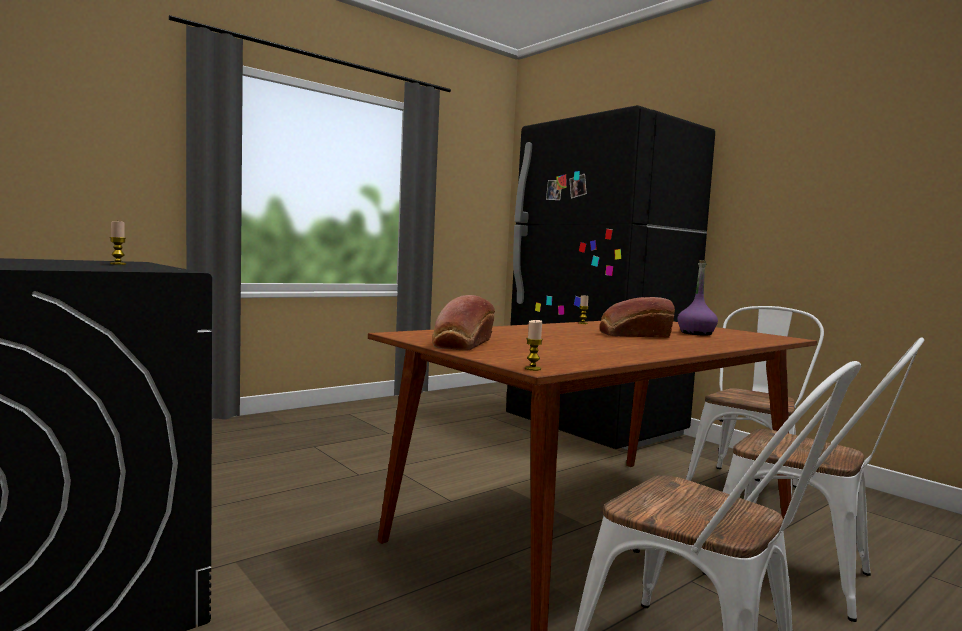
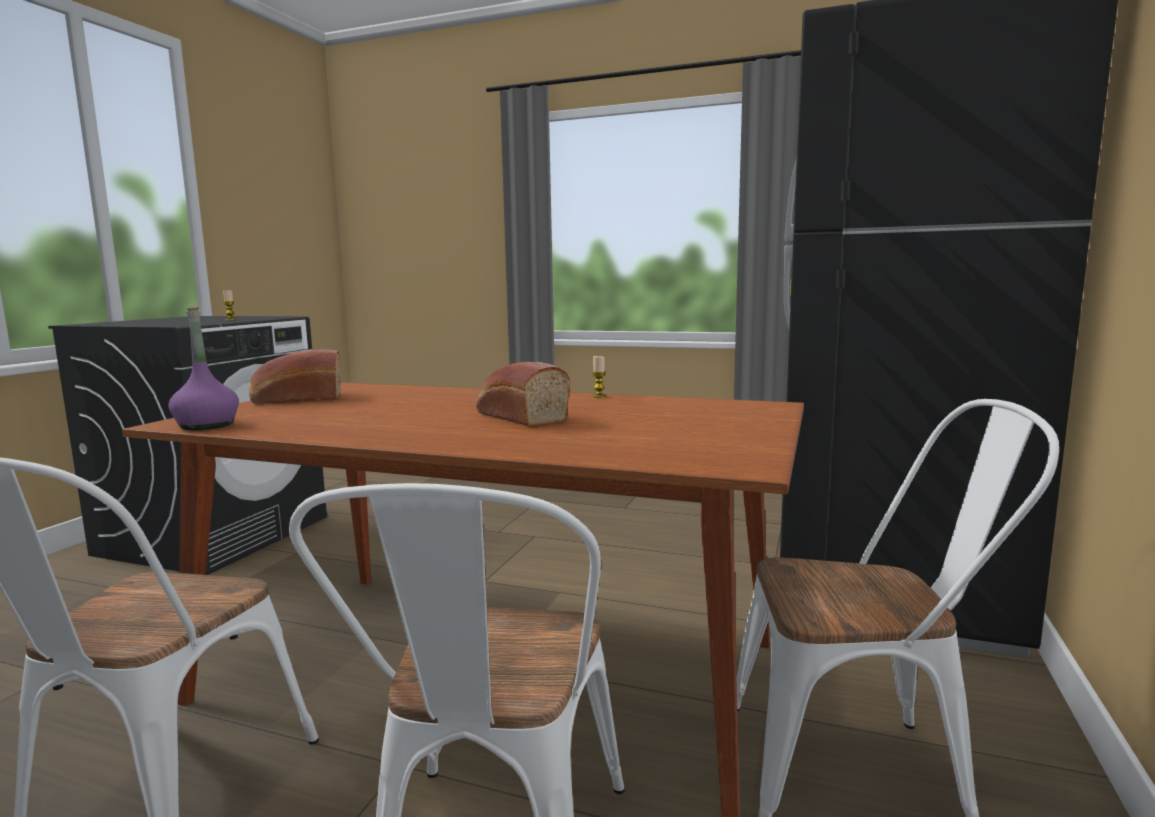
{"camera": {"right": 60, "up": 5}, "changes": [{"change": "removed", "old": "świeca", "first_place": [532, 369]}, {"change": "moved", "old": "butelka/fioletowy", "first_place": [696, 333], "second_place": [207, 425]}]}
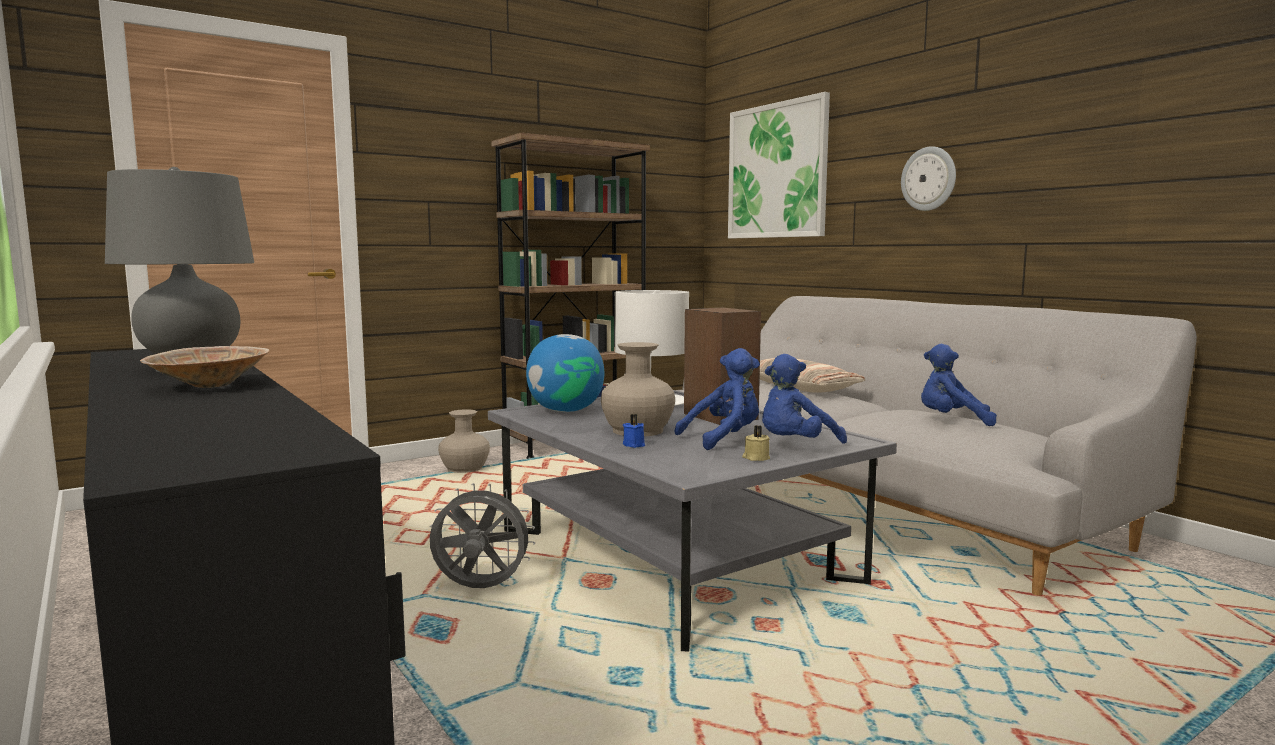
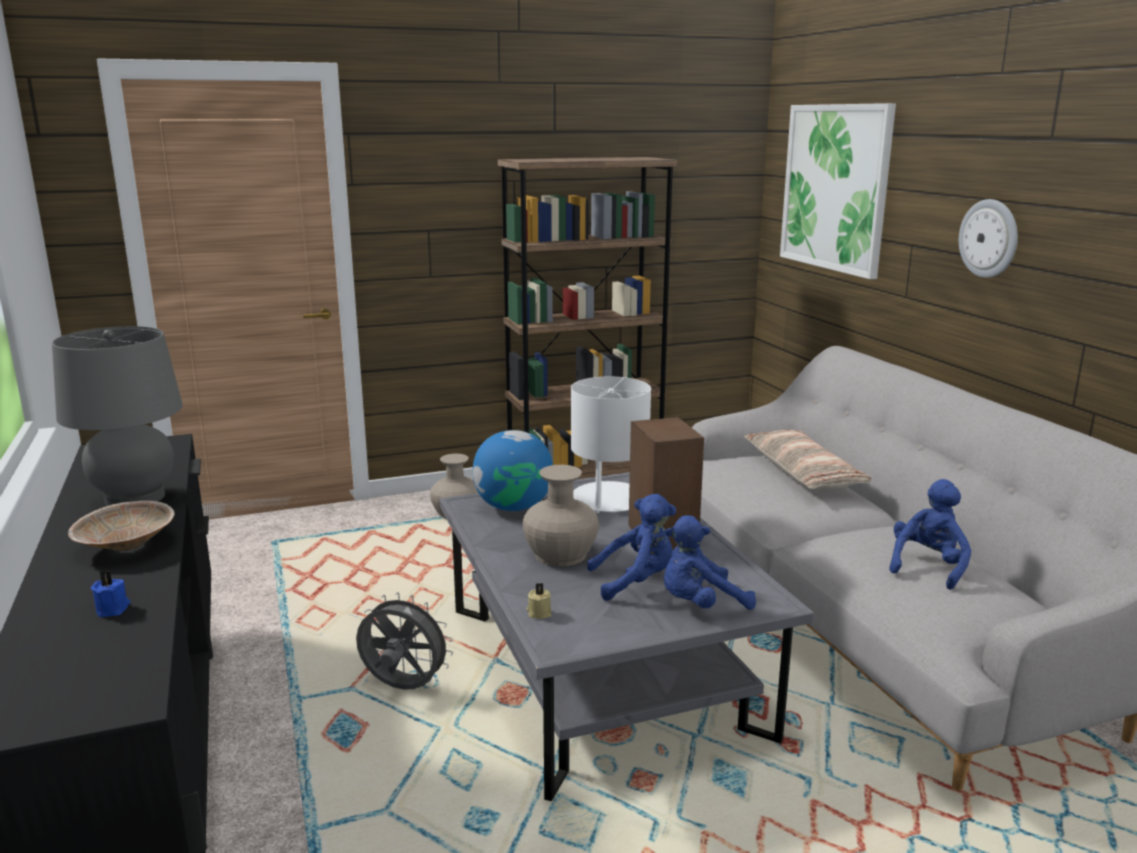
{"camera": {"right": 15, "up": 10}, "changes": [{"change": "moved", "old": "świeca/niebieski", "first_place": [634, 444], "second_place": [113, 609]}, {"change": "moved", "old": "świeca/beżowy", "first_place": [755, 458], "second_place": [539, 613]}, {"change": "turned", "old": "pluszak/niebieski", "first_place": [951, 421], "second_place": [928, 566], "degrees": 90}]}
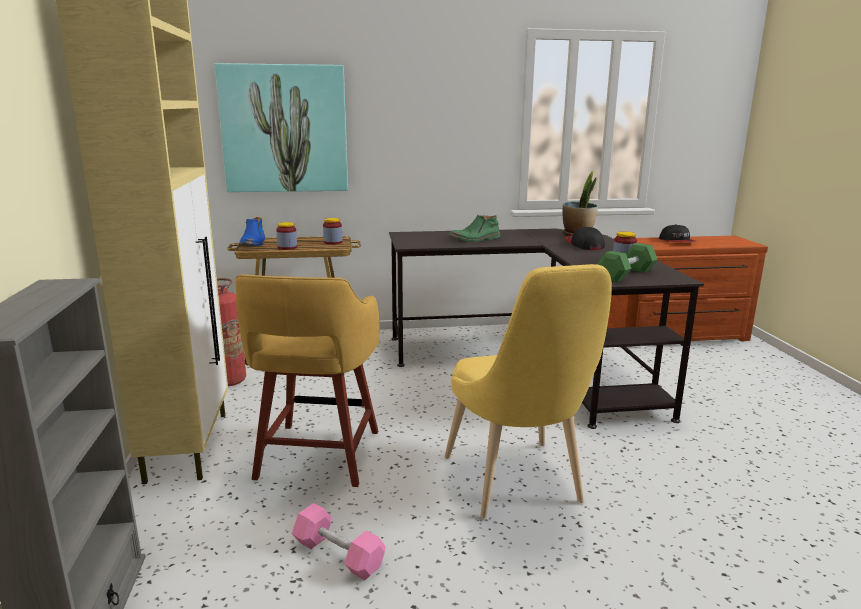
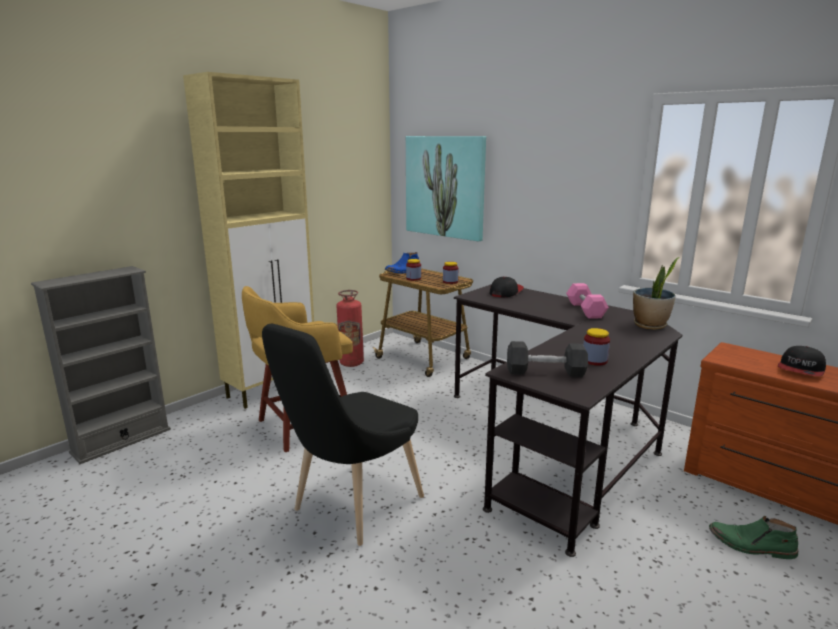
{"camera": {"right": 50, "up": 0}, "changes": [{"change": "moved", "old": "hantel/różowy", "first_place": [338, 555], "second_place": [585, 310]}, {"change": "moved", "old": "but z cholewką/zielony", "first_place": [475, 239], "second_place": [751, 546]}, {"change": "moved", "old": "czapka z daszkiem", "first_place": [584, 244], "second_place": [505, 292]}, {"change": "recoloured", "old": "krzesło/żółty", "new": "krzesło/czarny", "first_place": [516, 485], "second_place": [352, 507]}, {"change": "recoloured", "old": "hantel/zielony", "new": "hantel/czarny", "first_place": [626, 274], "second_place": [545, 372]}]}
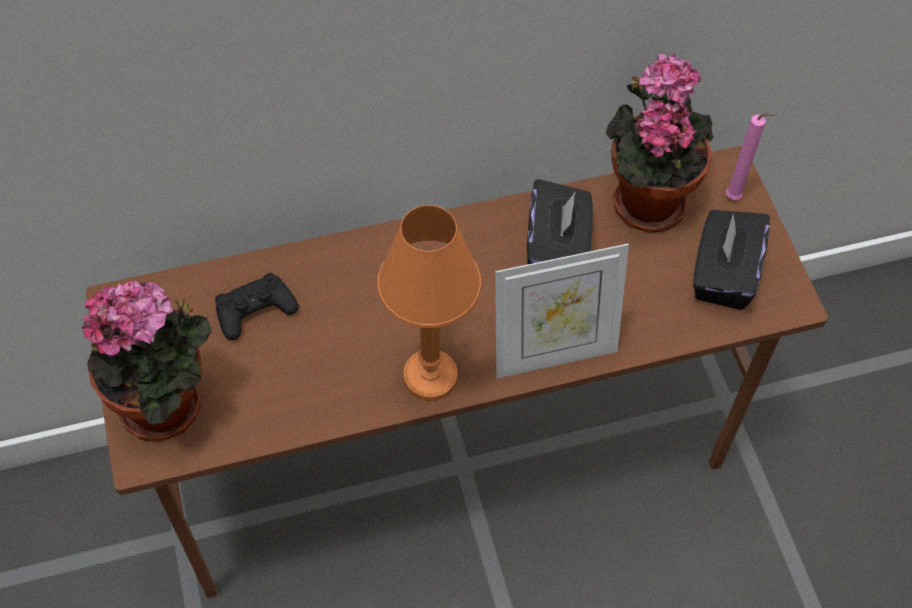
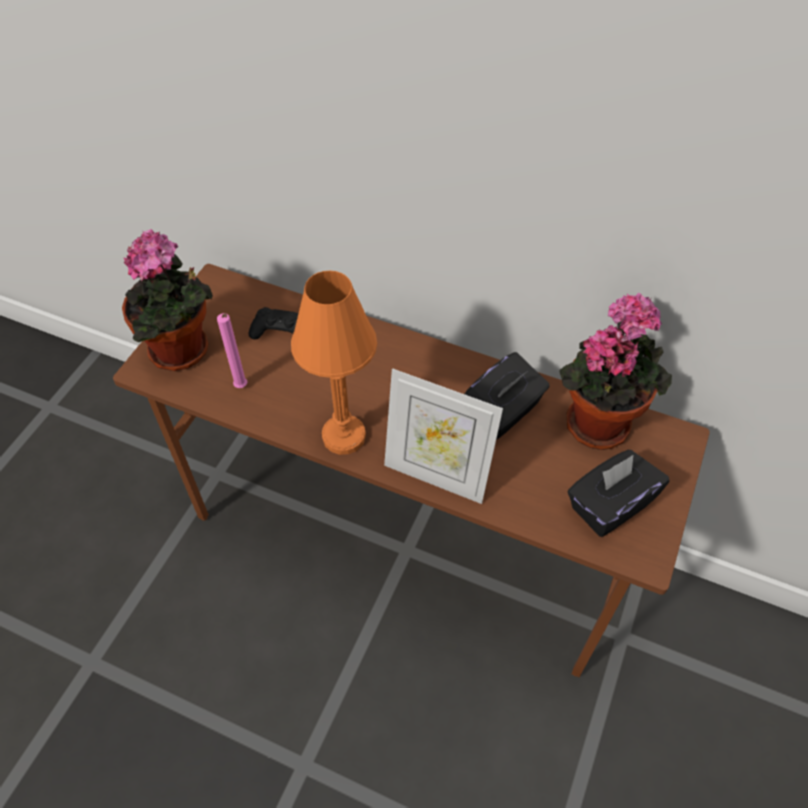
{"camera": {"right": 40, "up": -5}, "changes": [{"change": "moved", "old": "świeca/różowy", "first_place": [735, 198], "second_place": [242, 388]}]}
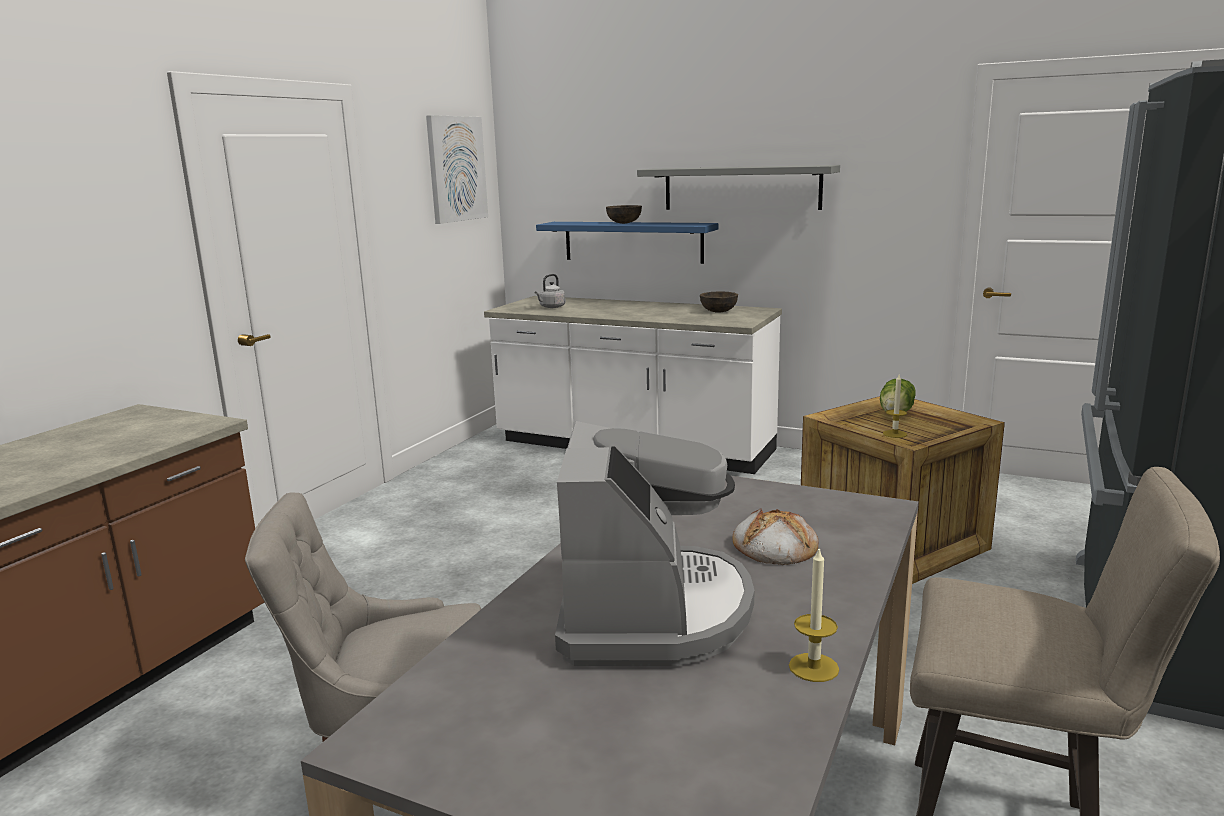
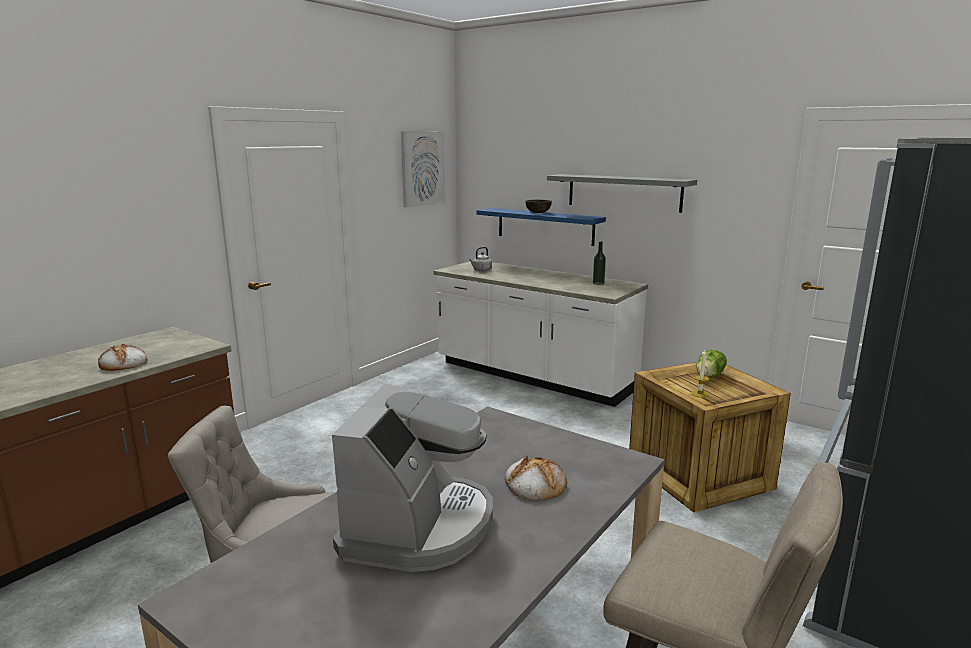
{"camera": {"right": 10, "up": 0}, "changes": [{"change": "removed", "old": "świeca", "first_place": [813, 667]}, {"change": "added", "new": "chleb", "second_place": [123, 364]}, {"change": "replaced", "old": "miska/brązowy", "new": "butelka", "first_place": [718, 311], "second_place": [598, 283]}]}
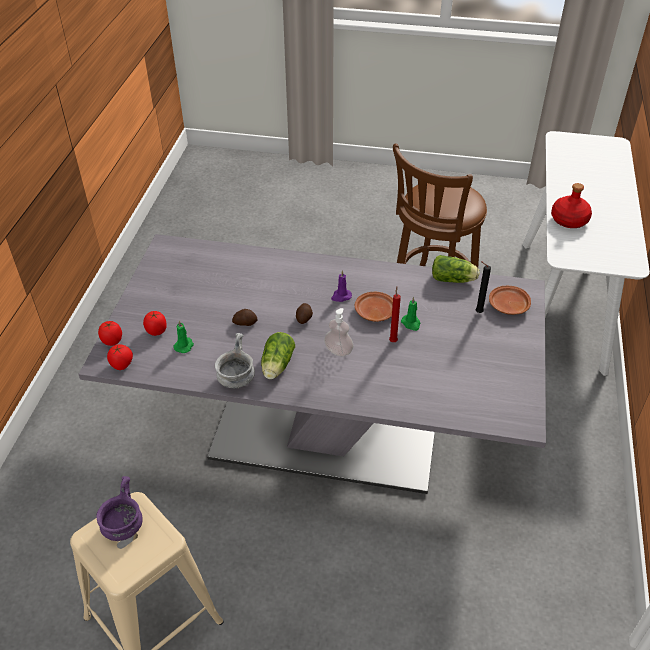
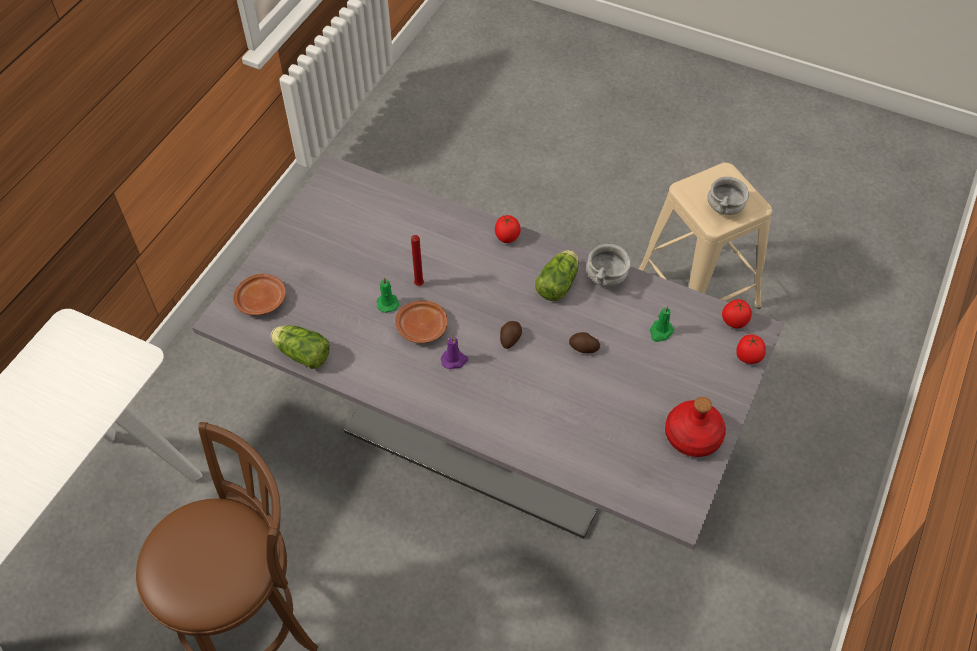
{"camera": {"right": -165, "up": 10}, "changes": [{"change": "removed", "old": "dozownik mydła", "first_place": [338, 351]}, {"change": "removed", "old": "świeca/czarny", "first_place": [477, 312]}, {"change": "moved", "old": "pomidor", "first_place": [157, 331], "second_place": [507, 238]}, {"change": "moved", "old": "butelka/czerwony", "first_place": [568, 220], "second_place": [693, 436]}, {"change": "recoloured", "old": "miska/fioletowy", "new": "miska/szary", "first_place": [123, 526], "second_place": [725, 208]}]}
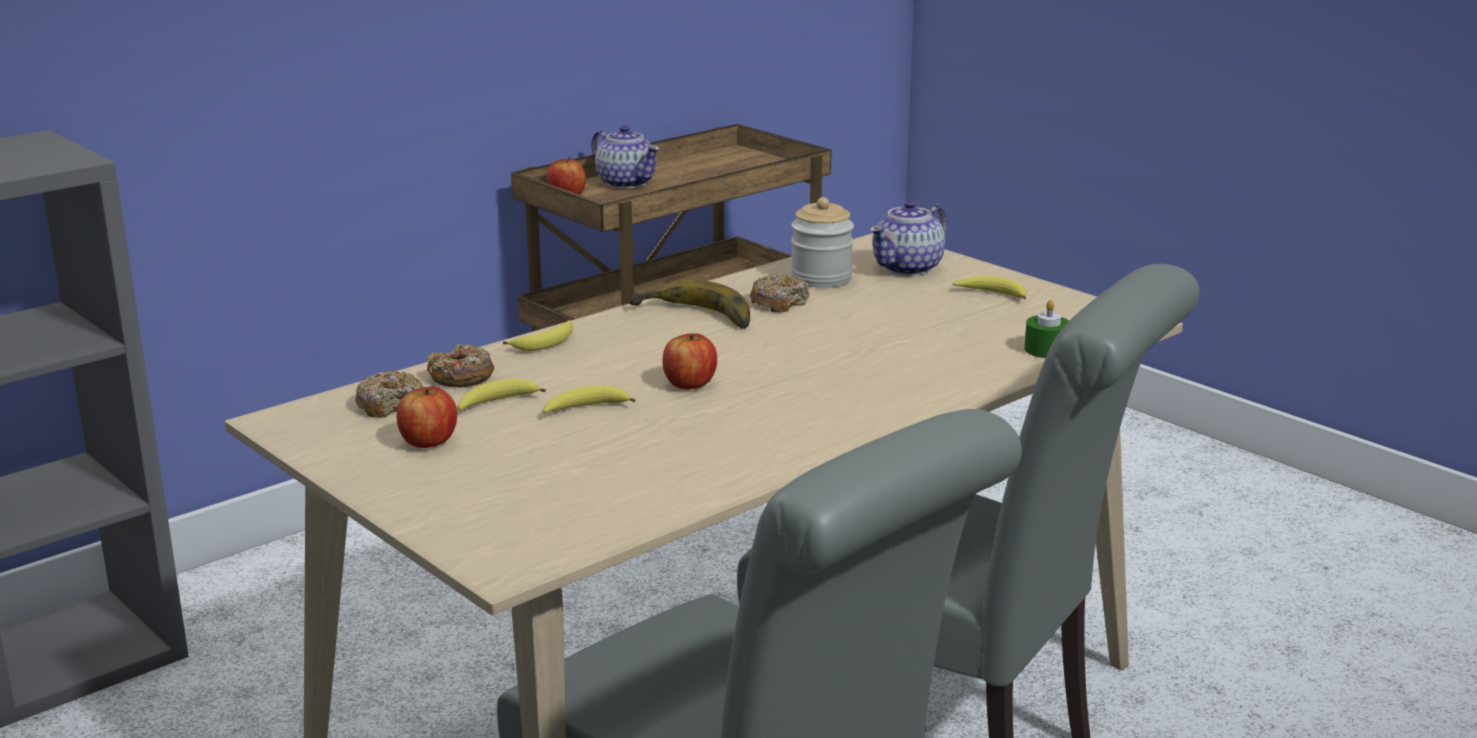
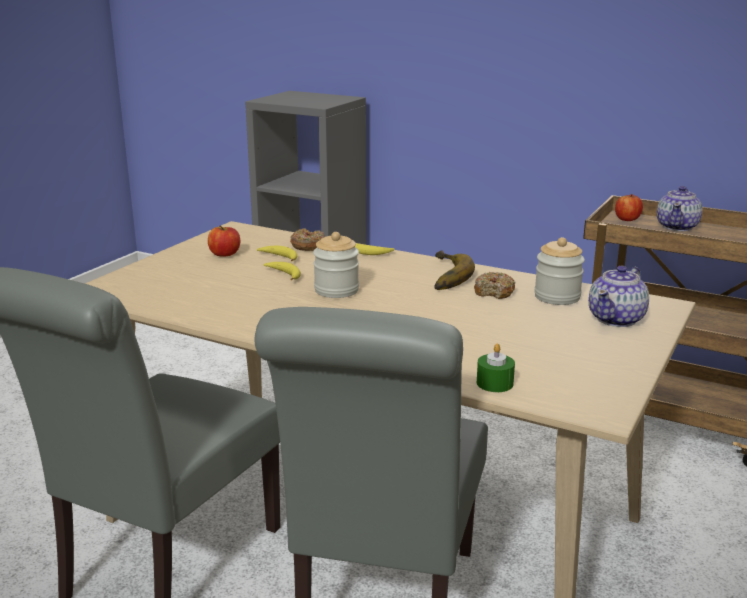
{"camera": {"right": 70, "up": 0}, "changes": [{"change": "removed", "old": "donut", "first_place": [390, 405]}, {"change": "removed", "old": "banan", "first_place": [992, 294]}, {"change": "replaced", "old": "jabłko", "new": "słoik", "first_place": [689, 384], "second_place": [336, 290]}, {"change": "turned", "old": "imbryk", "first_place": [908, 268], "second_place": [617, 319], "degrees": -75}]}
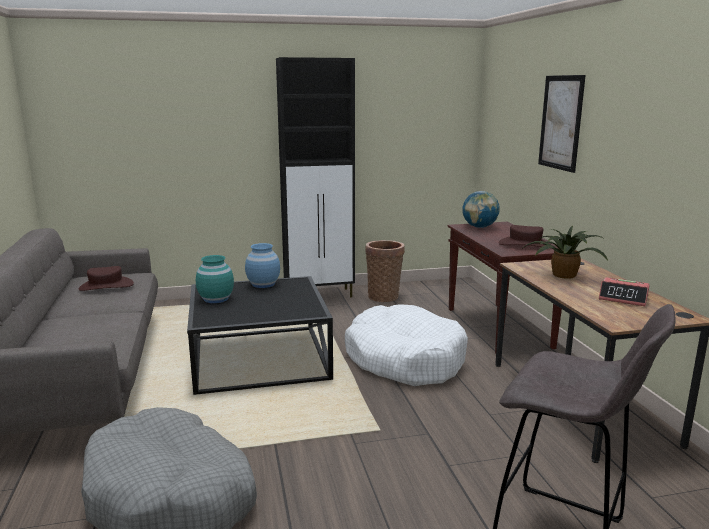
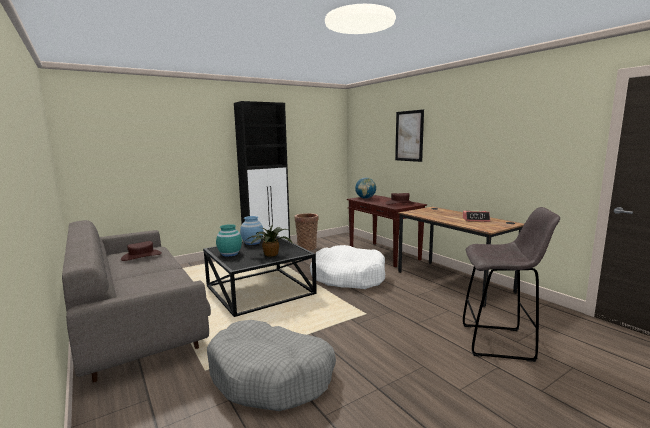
{"camera": {"right": -20, "up": -5}, "changes": [{"change": "moved", "old": "roślina doniczkowa", "first_place": [562, 275], "second_place": [269, 254]}]}
